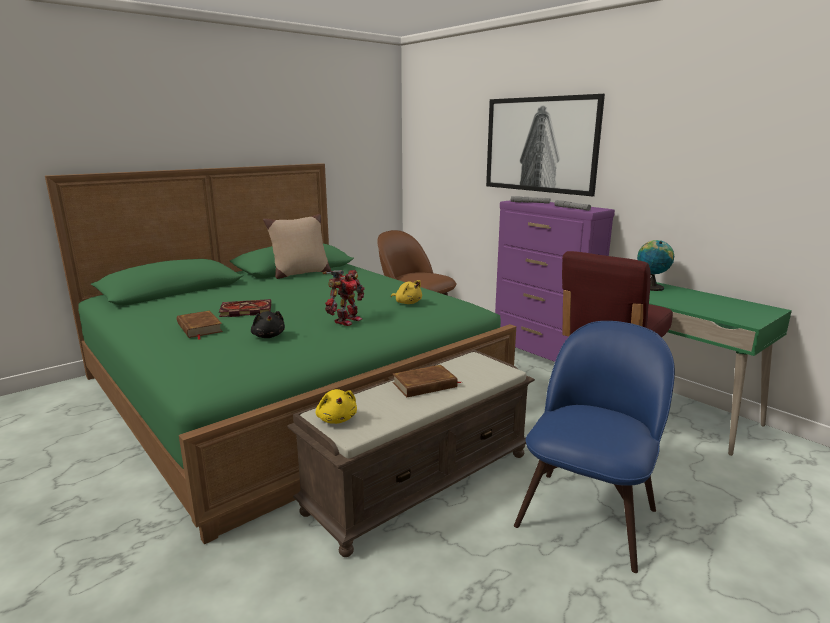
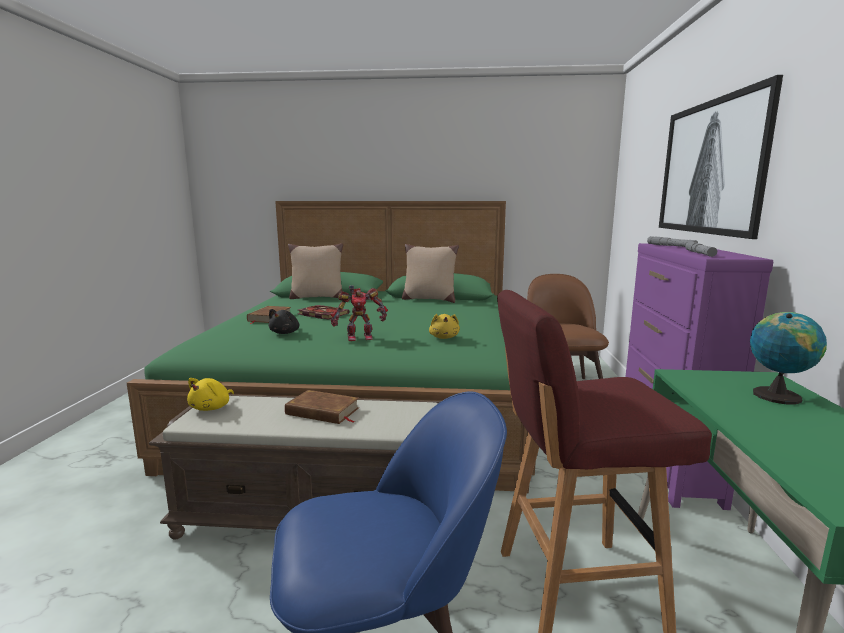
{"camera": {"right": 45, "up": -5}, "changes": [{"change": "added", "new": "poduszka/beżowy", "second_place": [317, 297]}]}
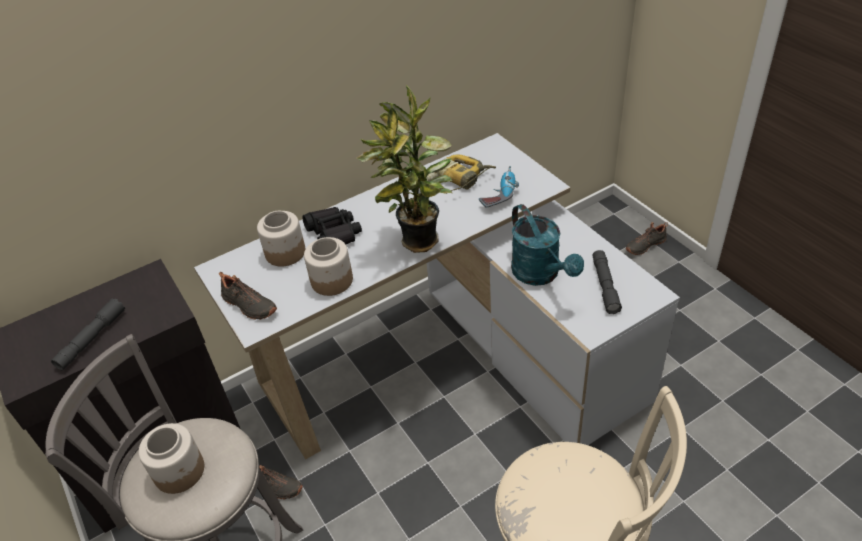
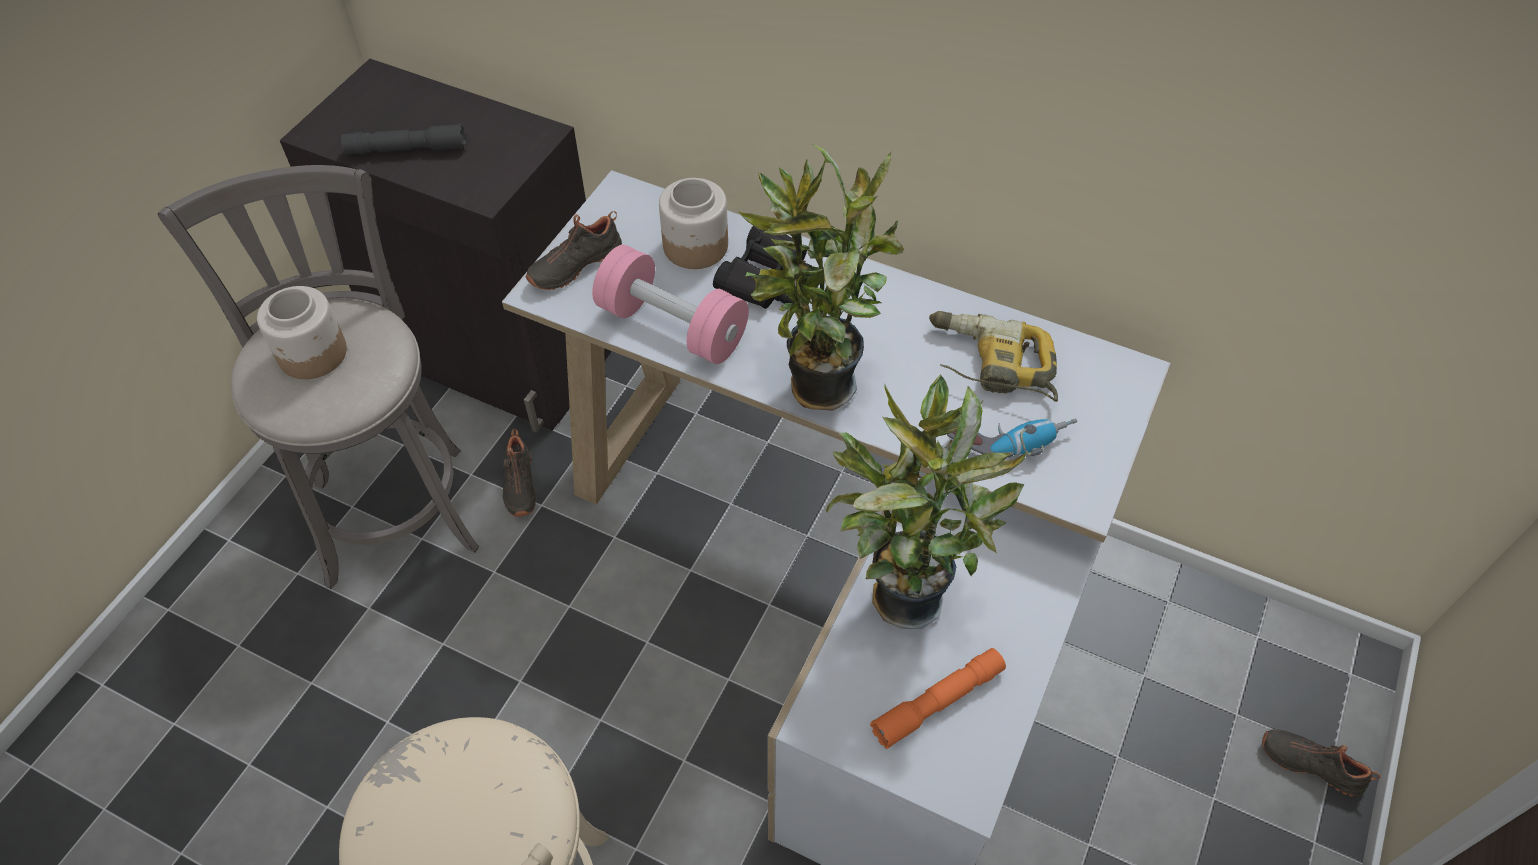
{"camera": {"right": 55, "up": 10}, "changes": [{"change": "replaced", "old": "słoik", "new": "hantel/różowy", "first_place": [331, 281], "second_place": [672, 326]}, {"change": "replaced", "old": "konewka/turkusowy", "new": "roślina doniczkowa", "first_place": [541, 274], "second_place": [901, 592]}, {"change": "recoloured", "old": "latarka/szary", "new": "latarka/pomarańczowy", "first_place": [605, 286], "second_place": [938, 702]}, {"change": "turned", "old": "but/czarny", "first_place": [248, 306], "second_place": [574, 264], "degrees": 45}]}
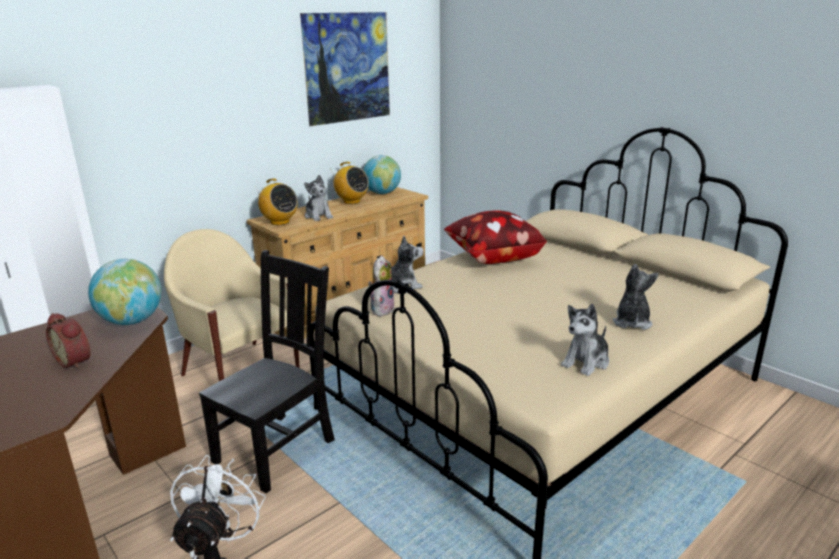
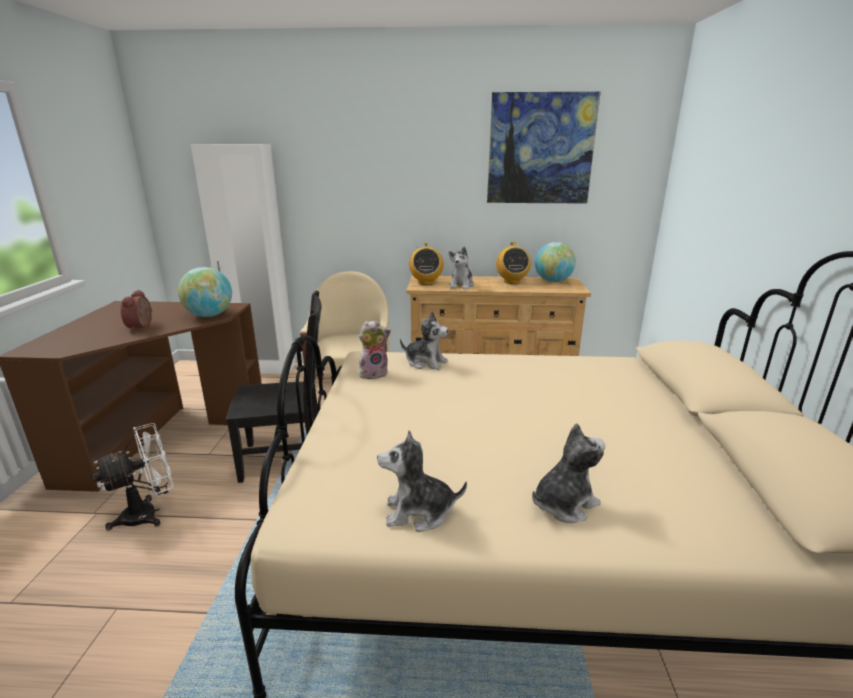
{"camera": {"right": 45, "up": 0}, "changes": [{"change": "removed", "old": "poduszka", "first_place": [492, 258]}]}
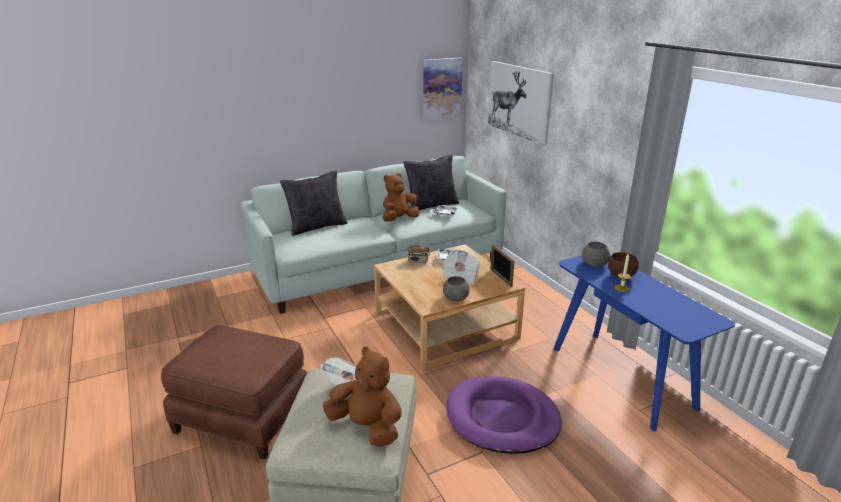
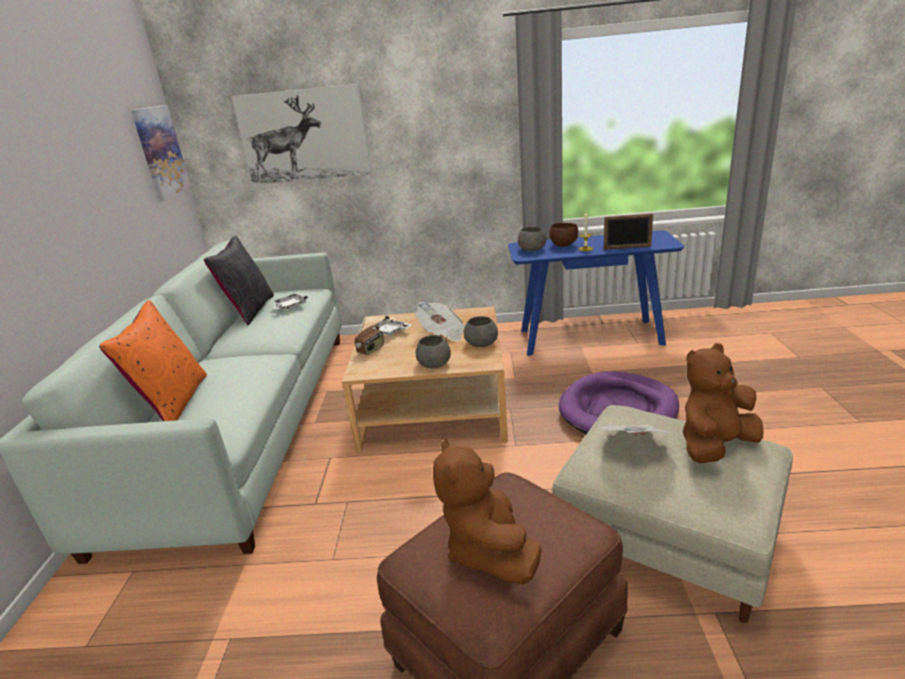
{"camera": {"right": -60, "up": 0}, "changes": [{"change": "added", "new": "miska/szary", "second_place": [434, 364]}, {"change": "moved", "old": "pluszak/brązowy", "first_place": [399, 219], "second_place": [488, 550]}, {"change": "moved", "old": "ramka na zdjęcie", "first_place": [500, 278], "second_place": [627, 248]}, {"change": "recoloured", "old": "poduszka/czarny", "new": "poduszka/pomarańczowy", "first_place": [316, 226], "second_place": [173, 402]}]}
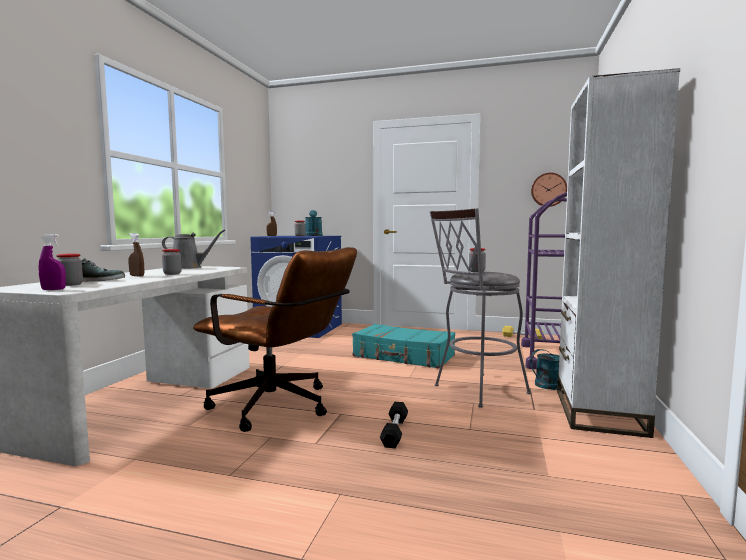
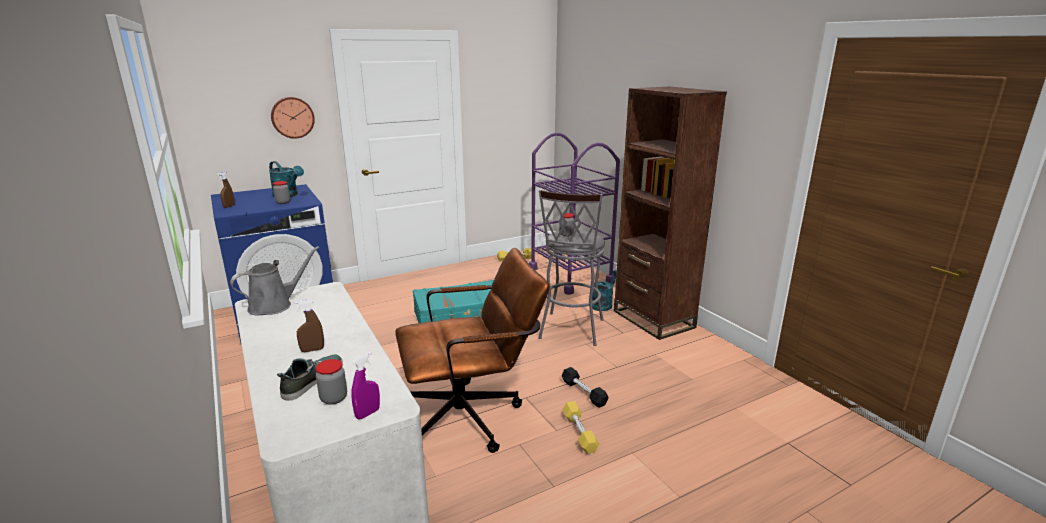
{"camera": {"right": -45, "up": 15}, "changes": [{"change": "removed", "old": "słoik", "first_place": [172, 274]}, {"change": "added", "new": "hantel/żółty", "second_place": [579, 433]}, {"change": "moved", "old": "zegar ścienny", "first_place": [548, 190], "second_place": [292, 117]}, {"change": "recoloured", "old": "regał/biały", "new": "regał/brązowy", "first_place": [598, 412], "second_place": [653, 319]}]}
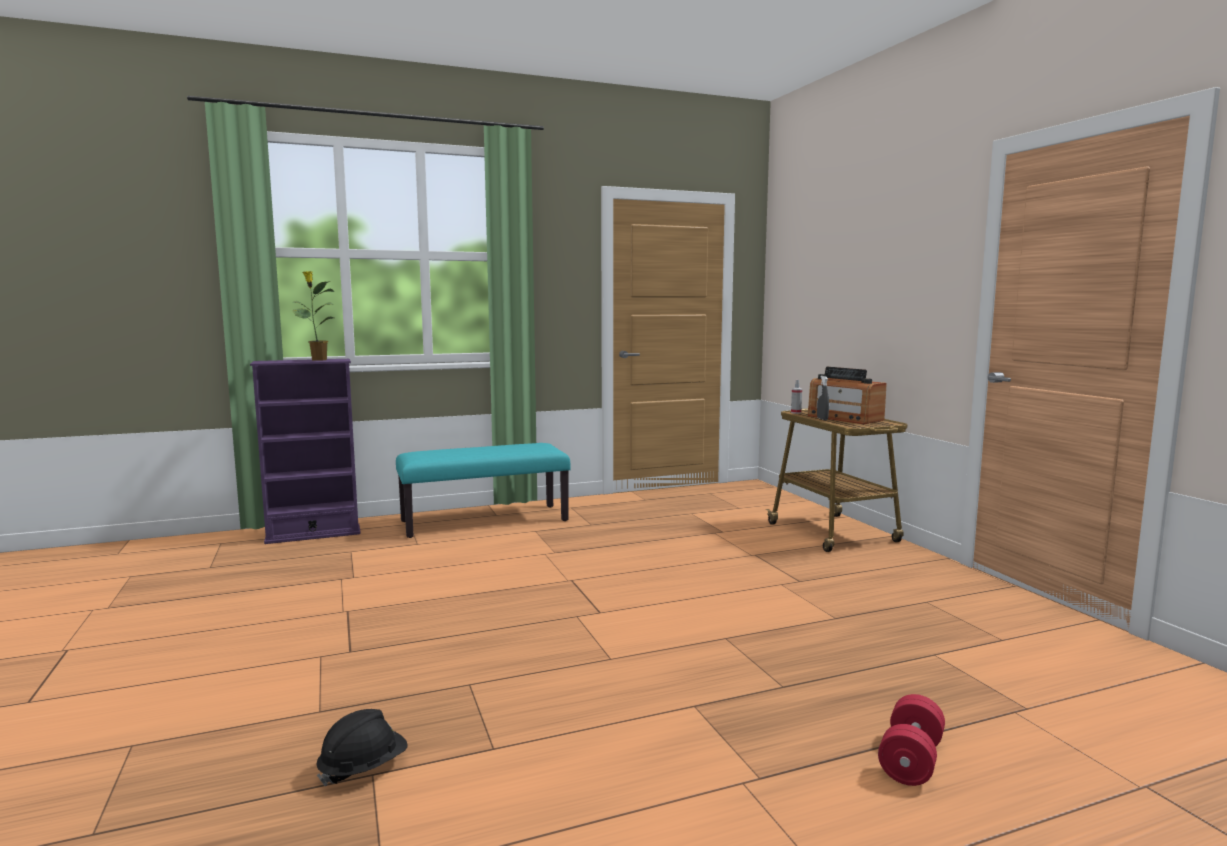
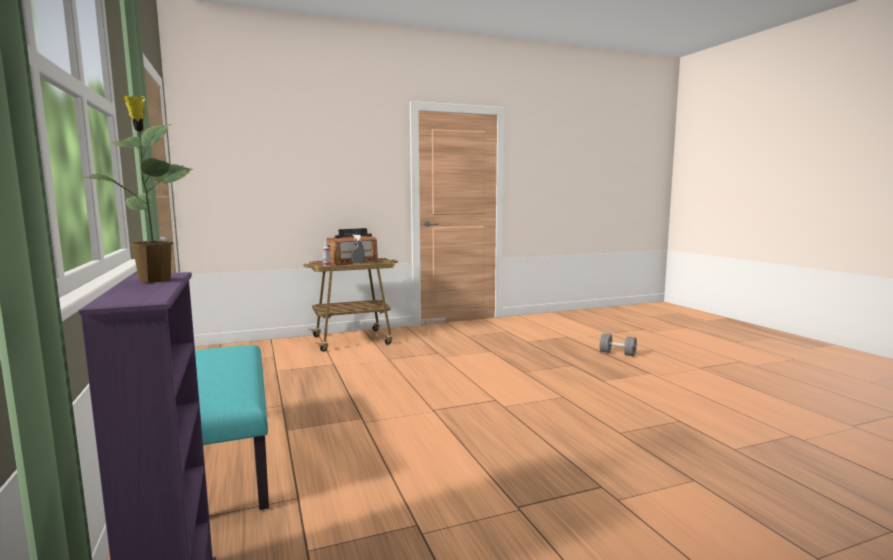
{"camera": {"right": -90, "up": 0}, "changes": [{"change": "removed", "old": "kask/czarny", "first_place": [363, 768]}, {"change": "recoloured", "old": "hantel/czerwony", "new": "hantel/szary", "first_place": [910, 760], "second_place": [617, 353]}]}
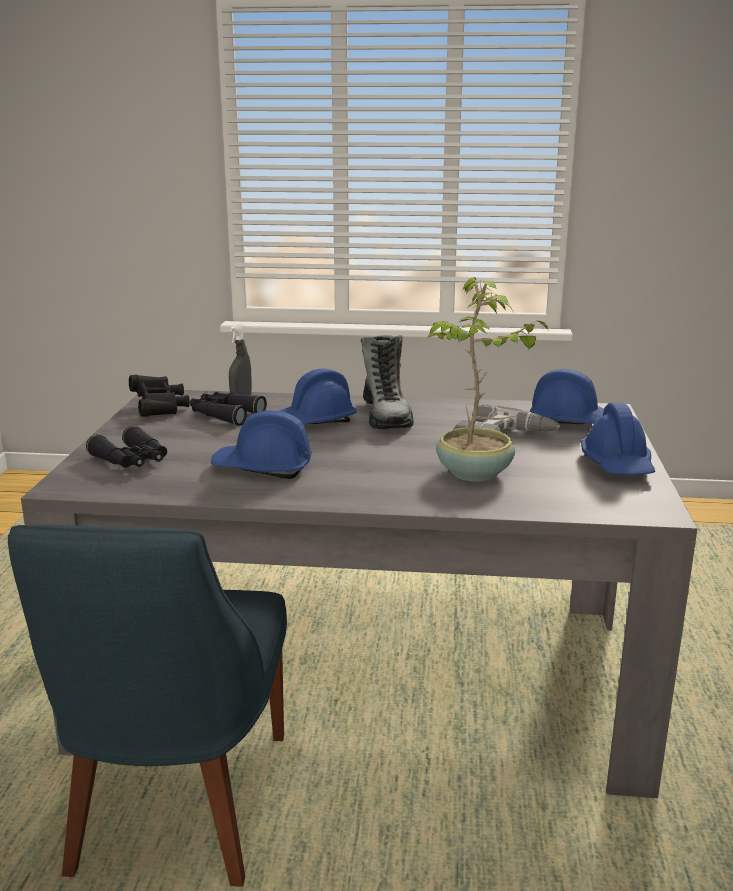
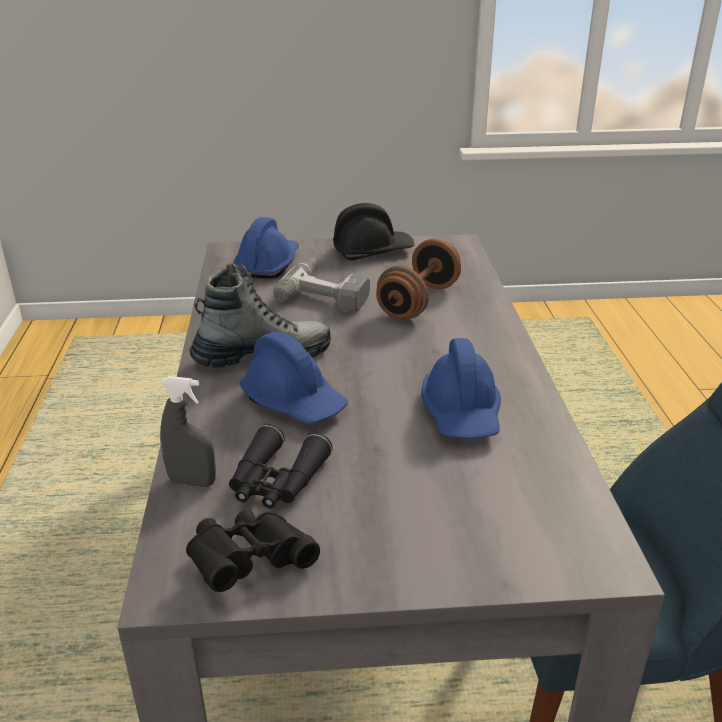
{"camera": {"right": -100, "up": 10}, "changes": [{"change": "removed", "old": "lornetka/czarny", "first_place": [132, 461]}, {"change": "replaced", "old": "roślina doniczkowa", "new": "hantel/brązowy", "first_place": [475, 474], "second_place": [418, 302]}, {"change": "recoloured", "old": "kask/niebieski", "new": "kask/czarny", "first_place": [617, 465], "second_place": [372, 251]}]}
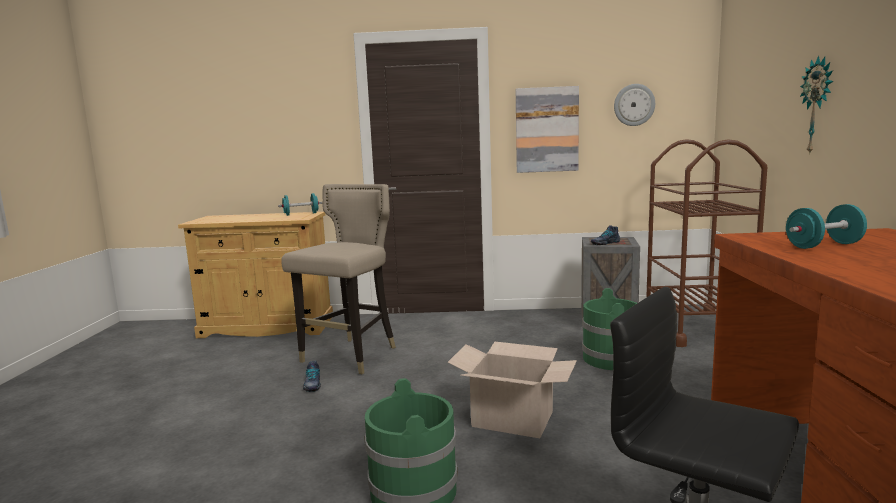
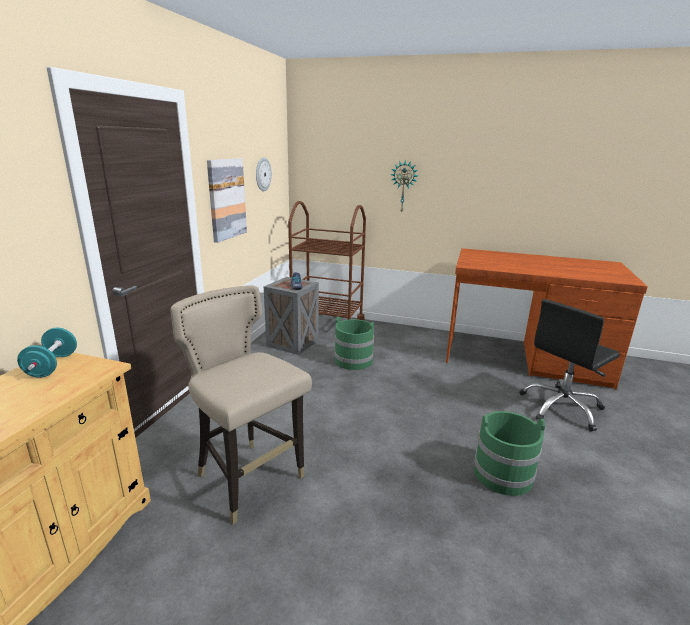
{"camera": {"right": -75, "up": 10}, "changes": [{"change": "removed", "old": "but", "first_place": [312, 384]}, {"change": "removed", "old": "karton", "first_place": [512, 419]}, {"change": "removed", "old": "hantel/turkusowy", "first_place": [823, 245]}]}
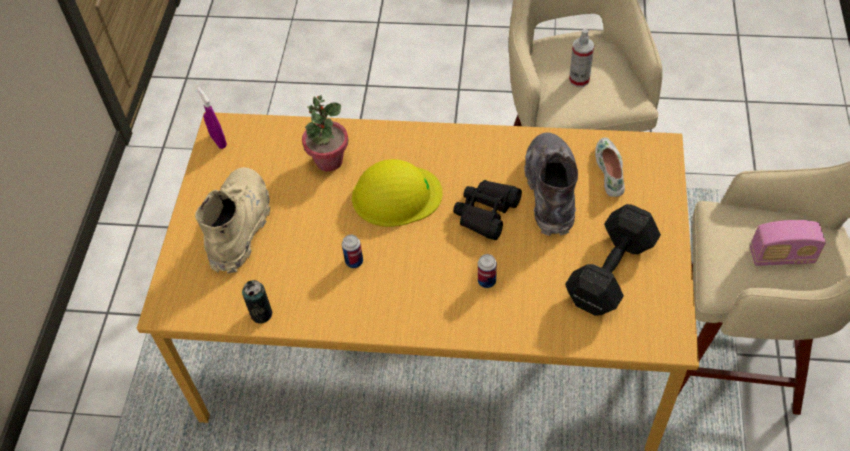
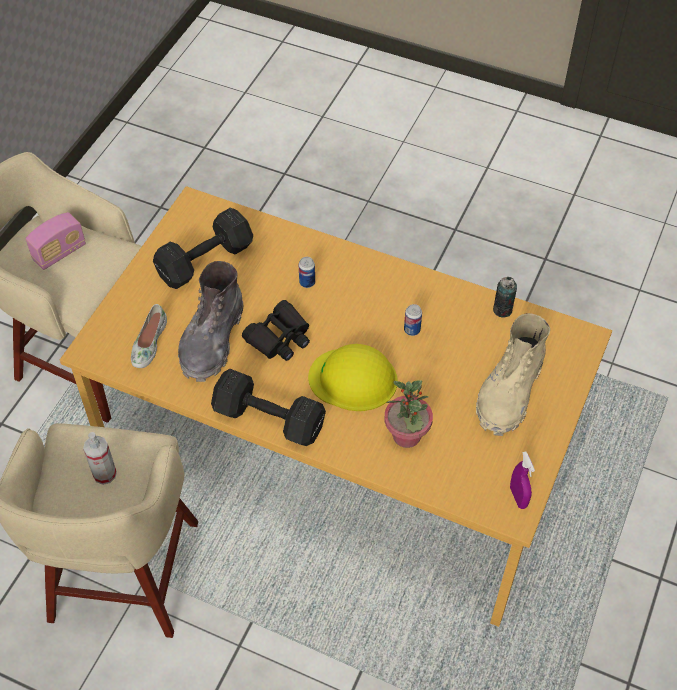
{"camera": {"right": -165, "up": 0}, "changes": [{"change": "added", "new": "hantel/czarny", "second_place": [271, 421]}, {"change": "turned", "old": "radio", "first_place": [781, 256], "second_place": [59, 253], "degrees": 120}]}
